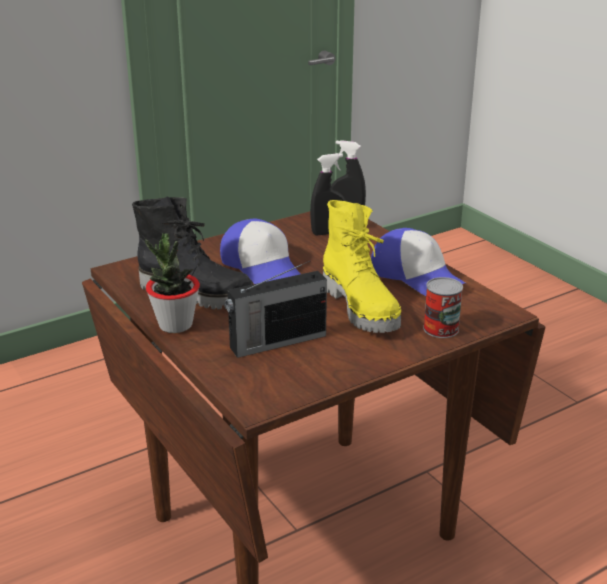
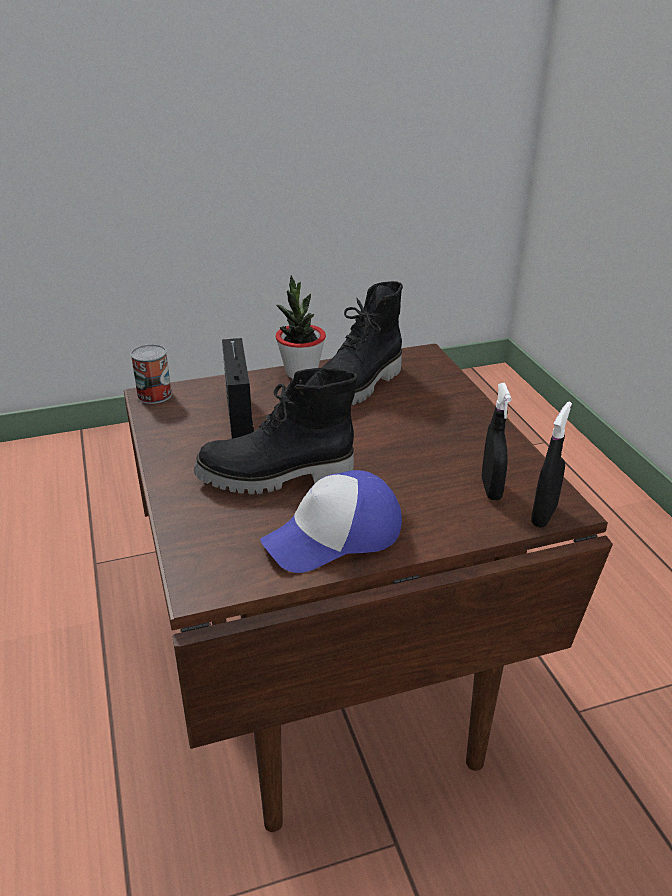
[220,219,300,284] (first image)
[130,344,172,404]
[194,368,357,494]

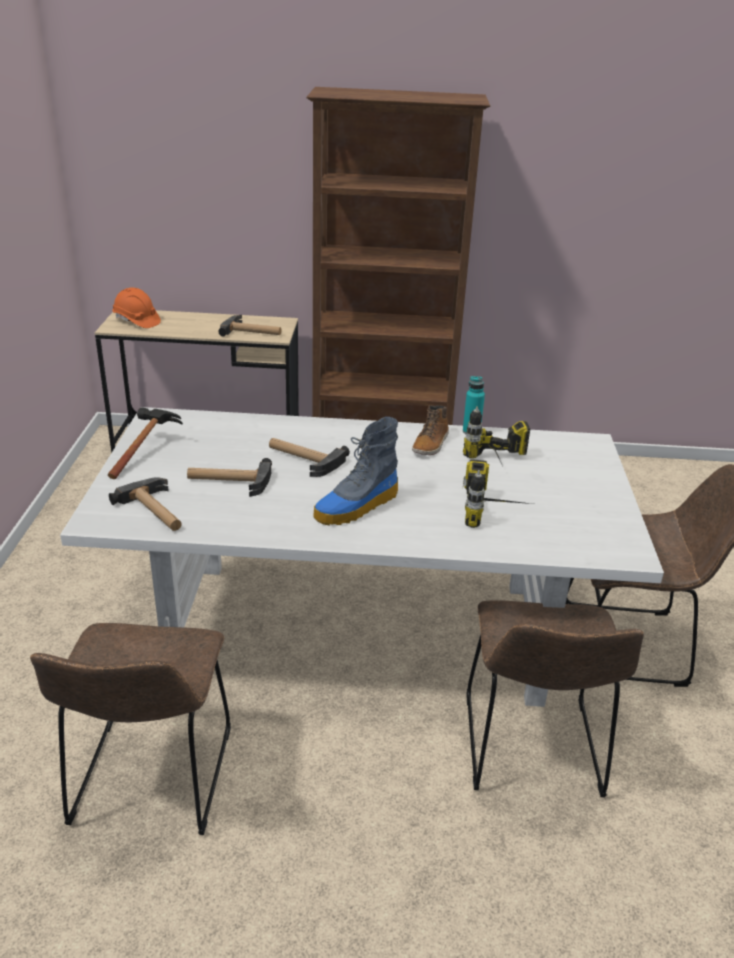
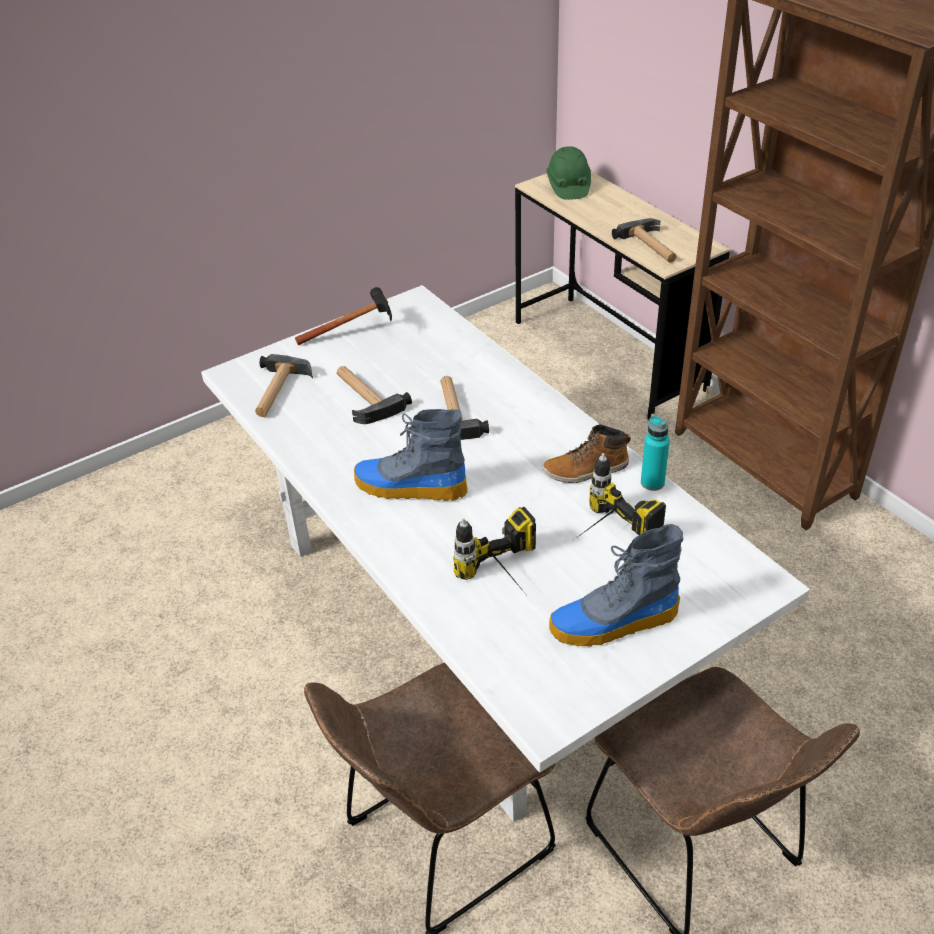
[30,623,231,835] (first image)
[549,524,683,647]
[546,146,591,200]

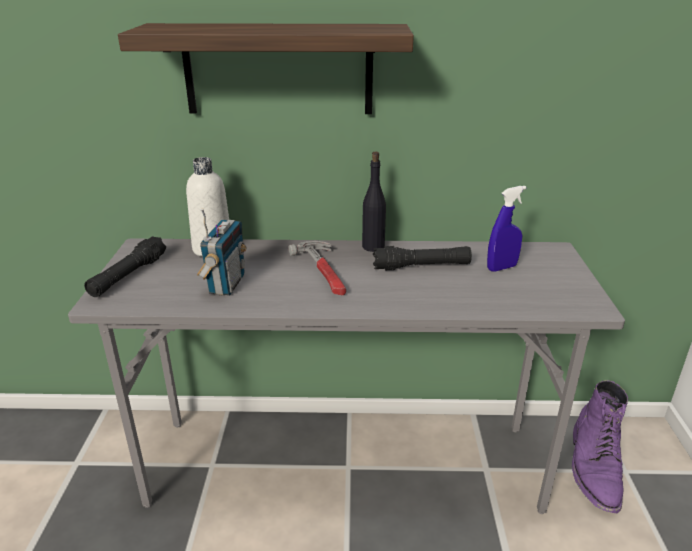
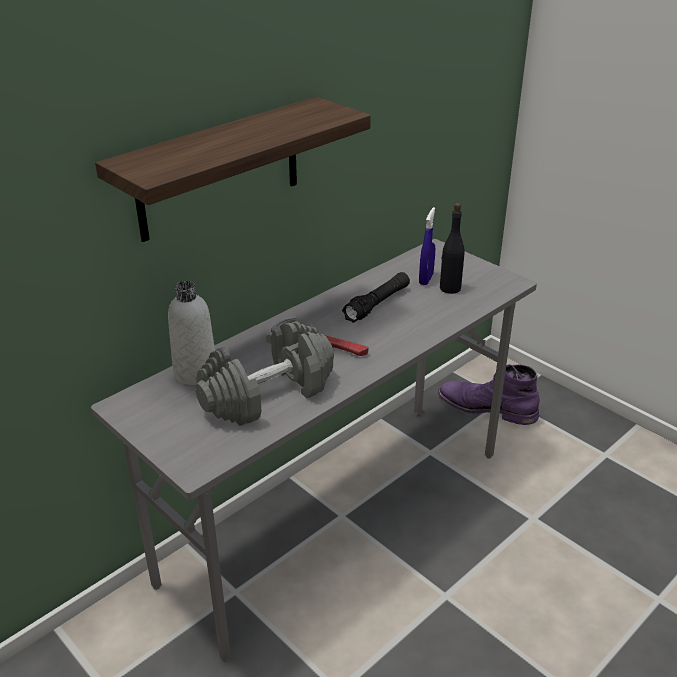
[84,236,166,297] (first image)
[440,203,465,294]
[195,321,334,426]
[438,364,540,425]

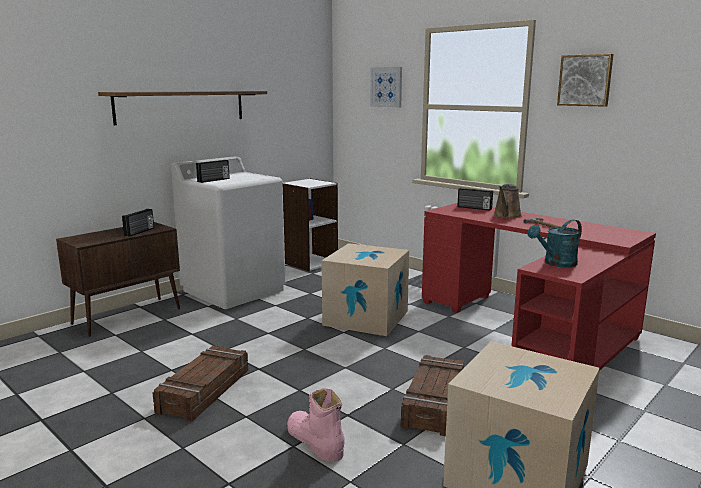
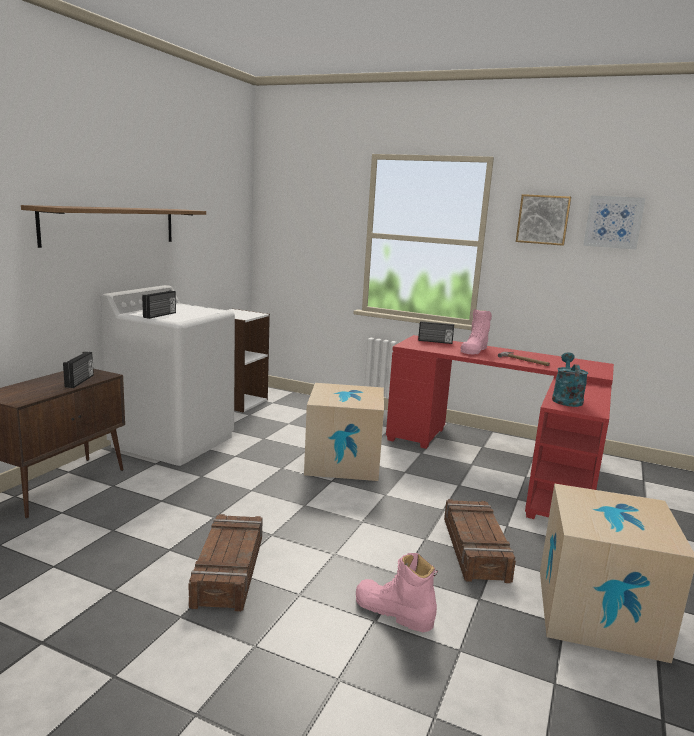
[583,195,646,250]
[461,309,492,355]
[552,352,588,407]

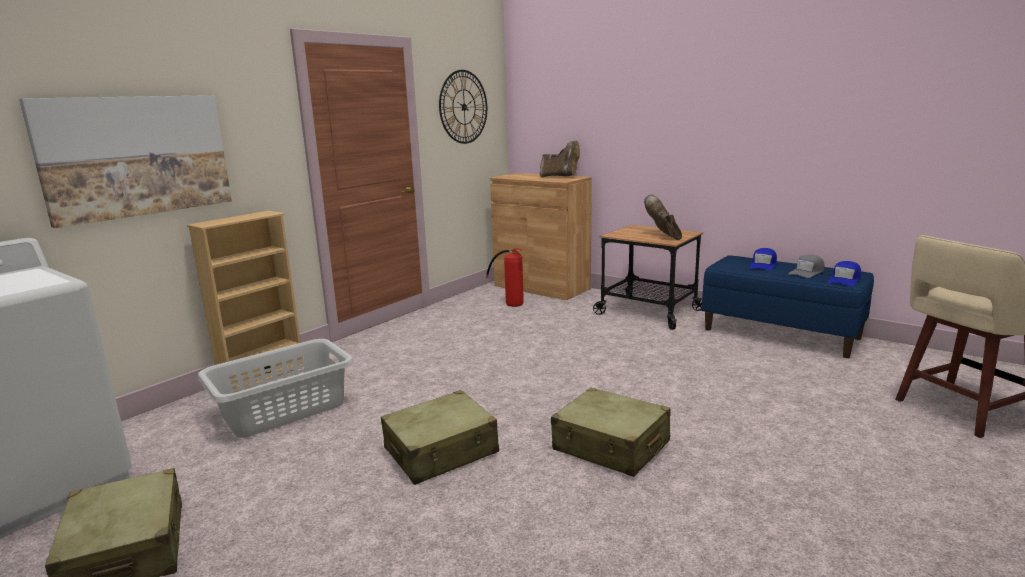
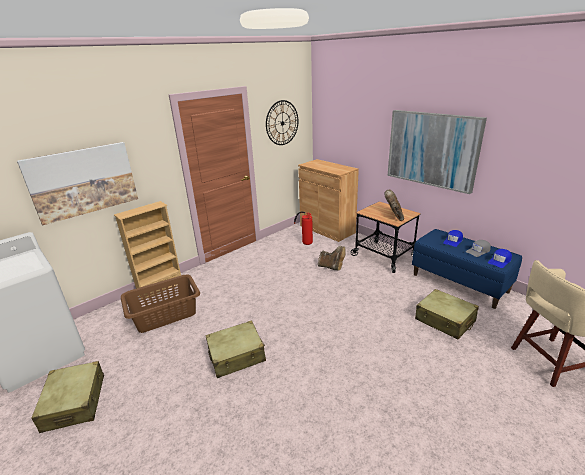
[388,110,487,194]
[318,246,346,271]
[415,289,479,339]
[121,275,200,333]

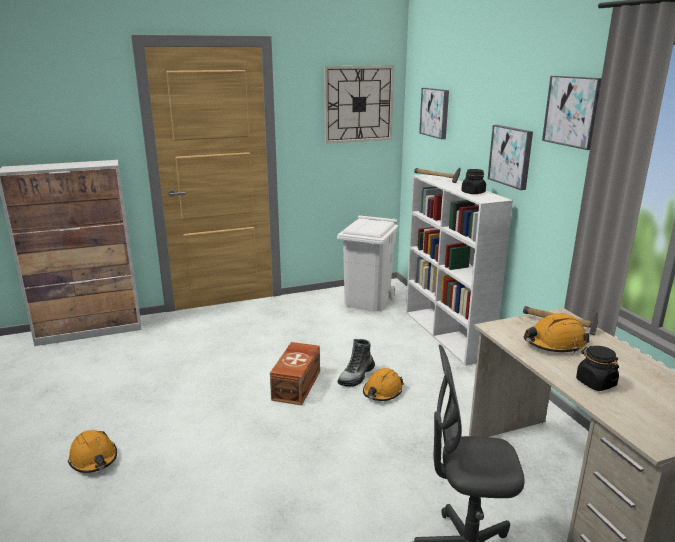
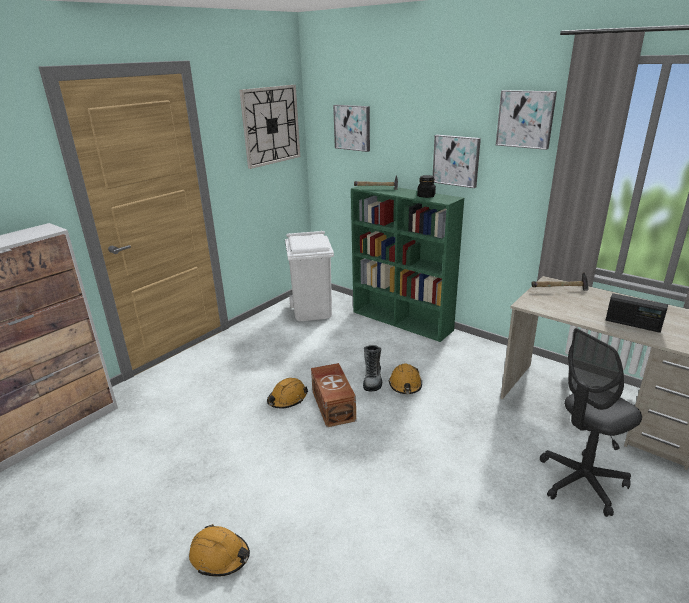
[267,378,308,408]
[606,293,668,333]
[351,186,464,342]

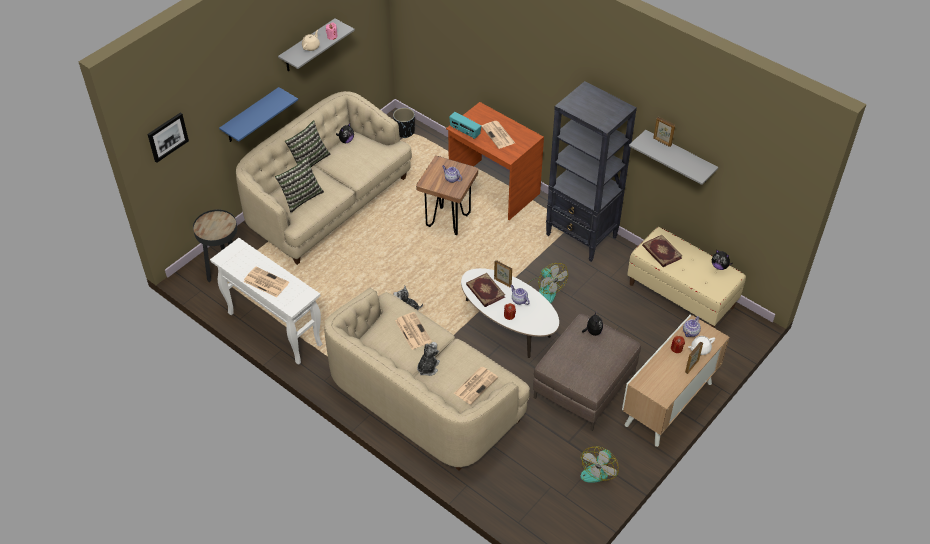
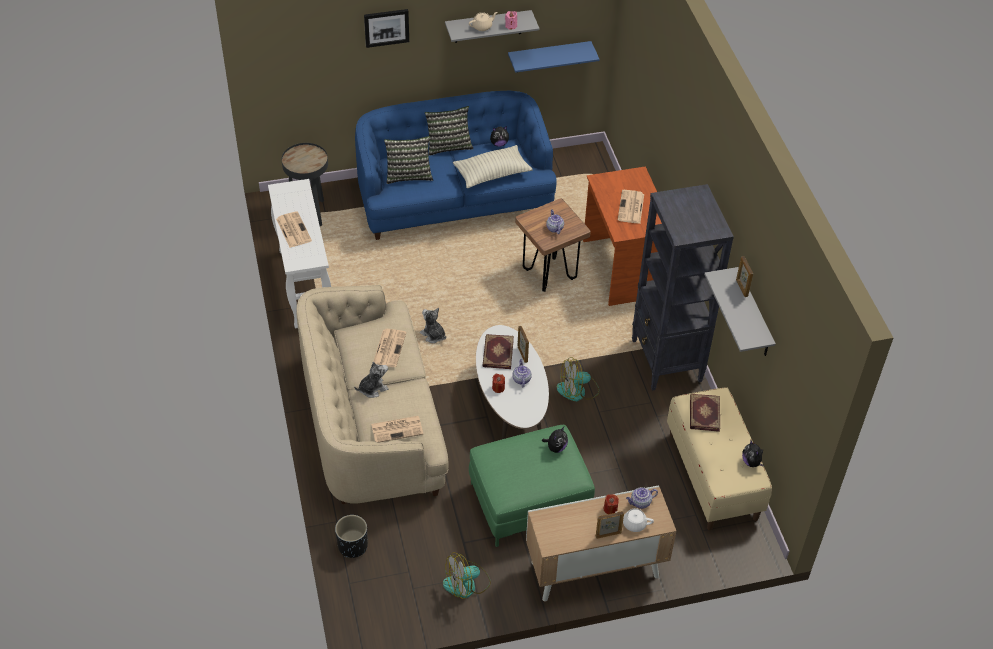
[449,112,481,139] (first image)
[453,145,533,188]
[364,9,409,48]
[508,41,600,73]
[335,515,368,558]
[355,91,557,240]
[469,425,595,547]
[557,357,600,401]

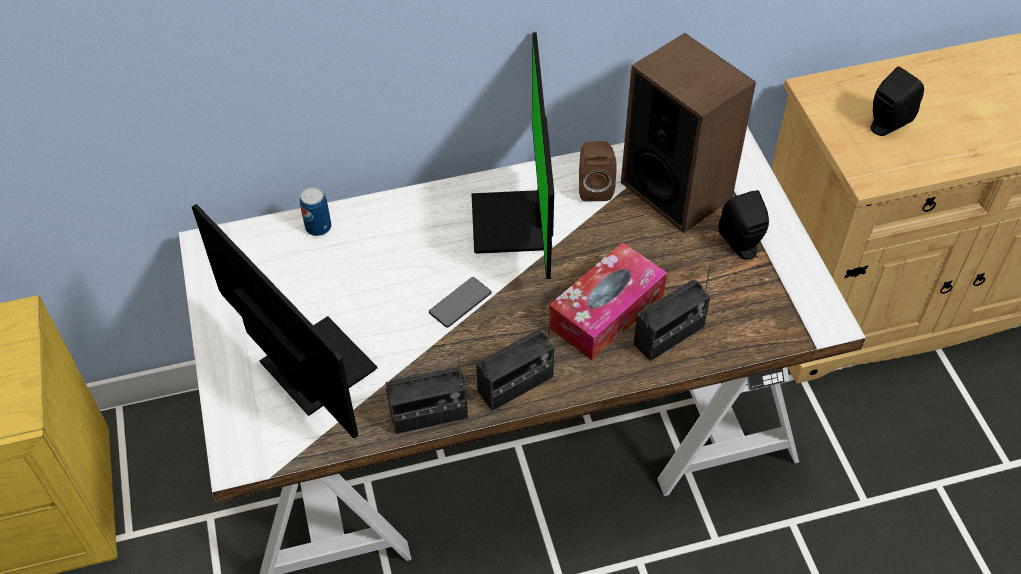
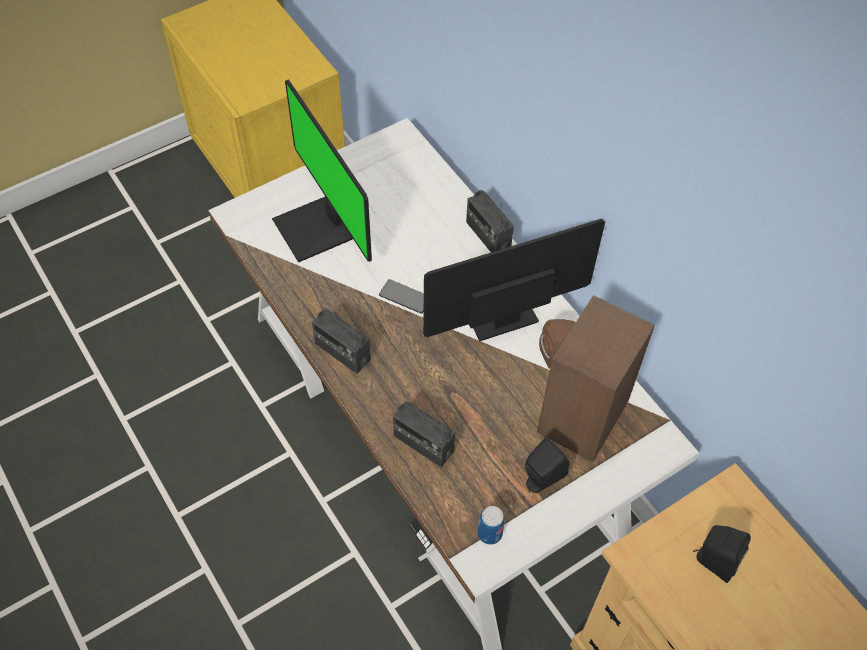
[549,242,667,360] (first image)
[478,506,505,545]
[466,190,514,252]
[272,79,372,262]

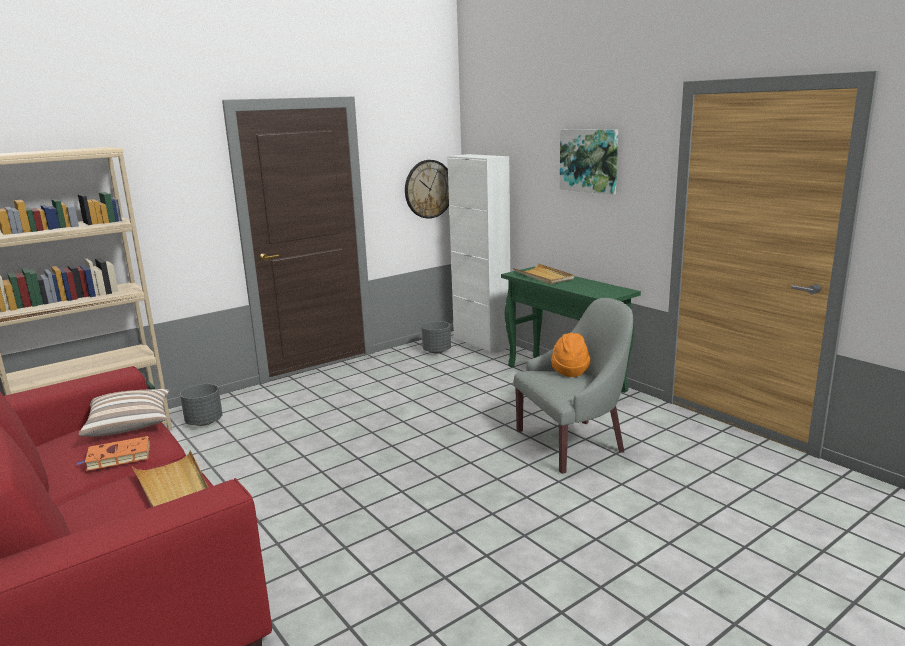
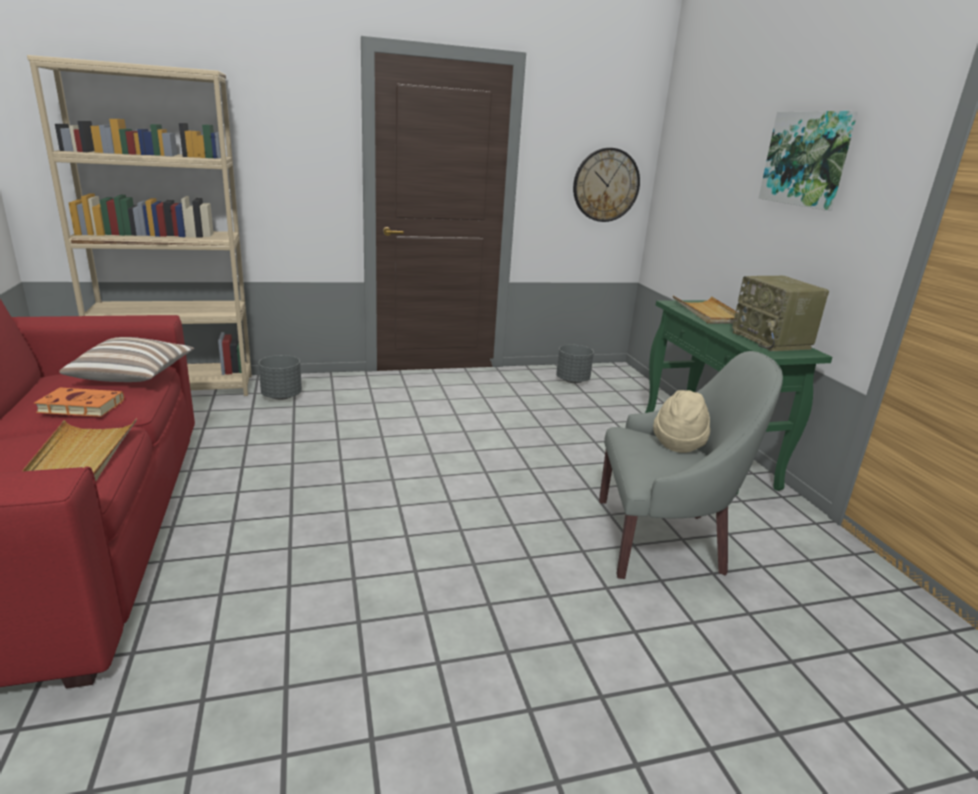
[447,154,510,353] (first image)
[732,276,829,351]
[653,390,710,453]

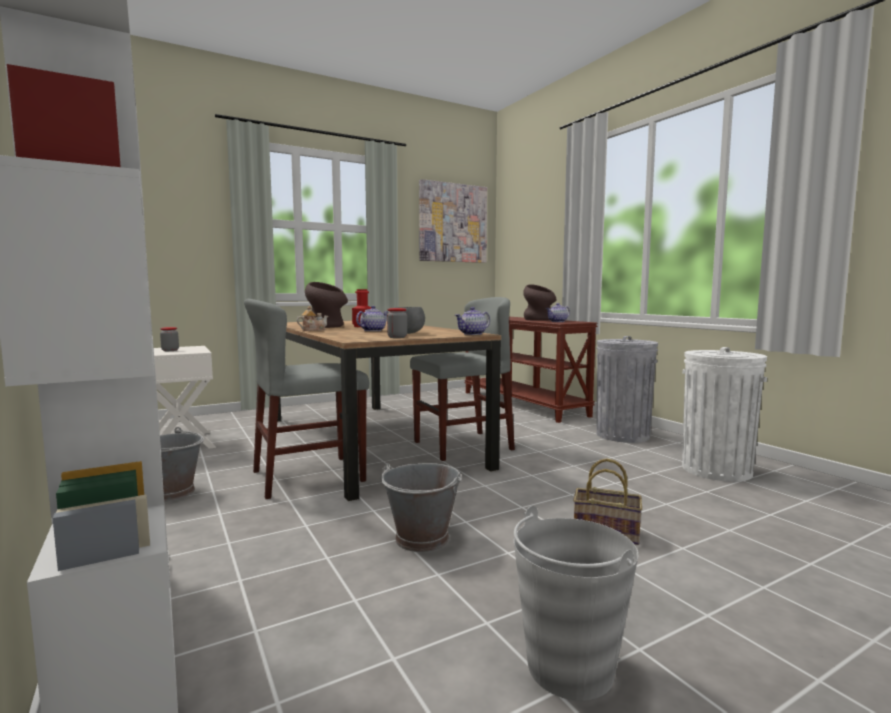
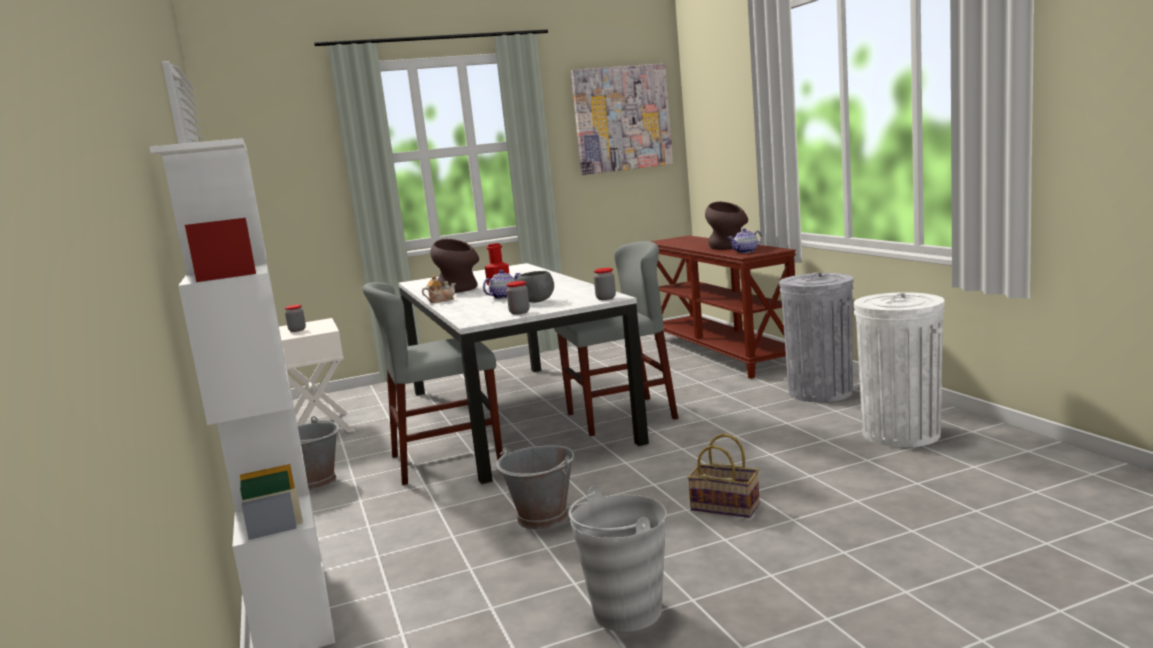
[594,268,616,300]
[398,263,649,484]

